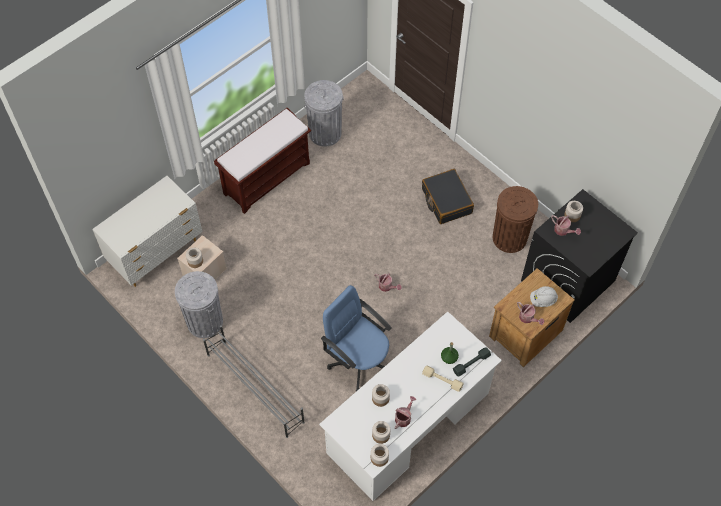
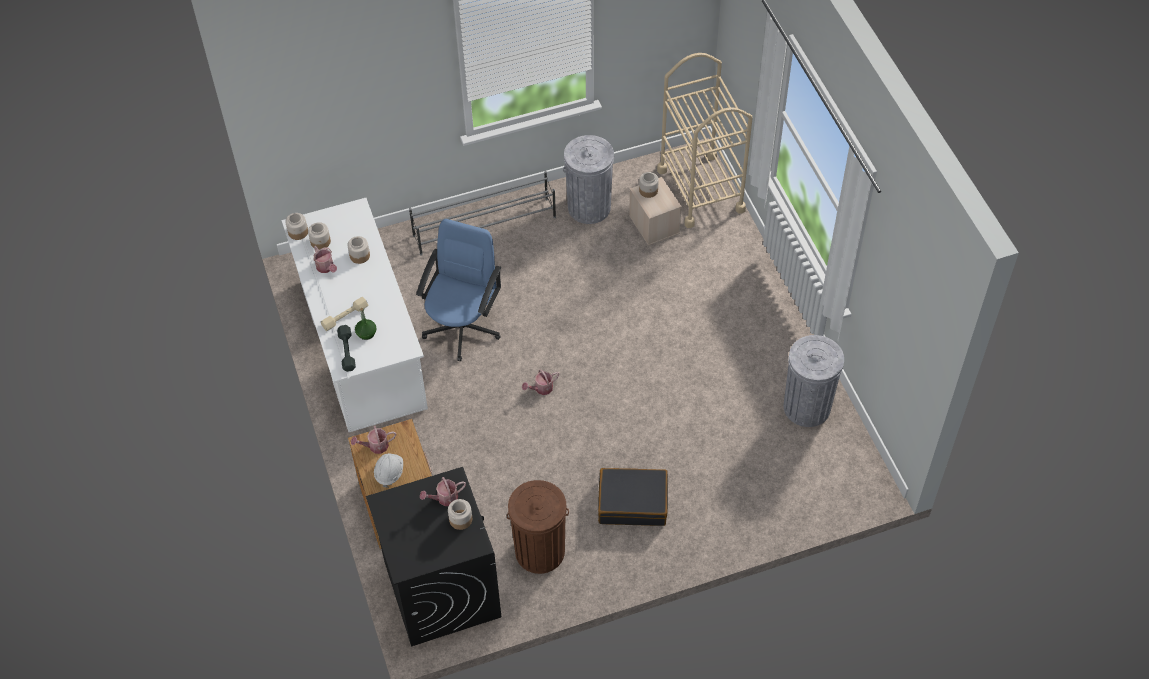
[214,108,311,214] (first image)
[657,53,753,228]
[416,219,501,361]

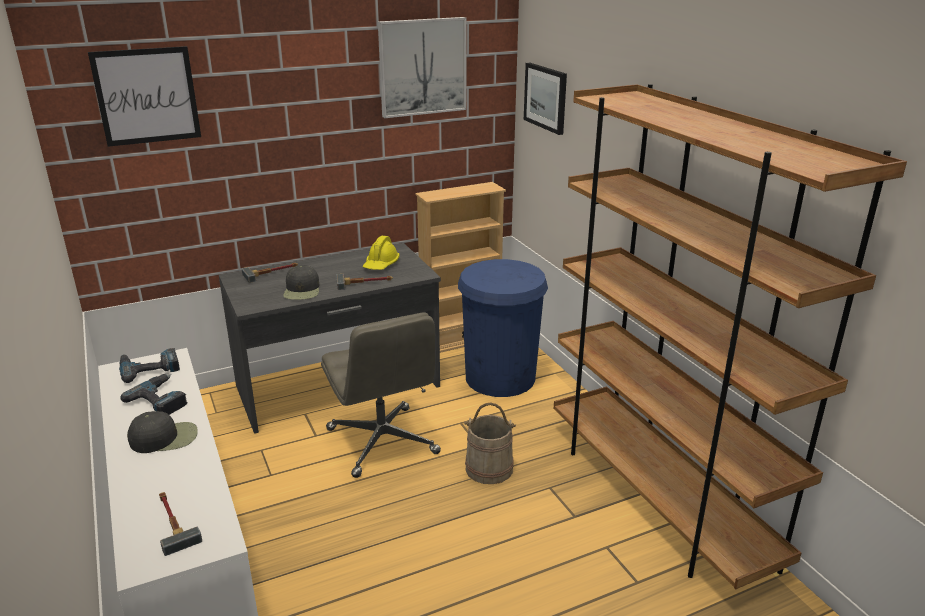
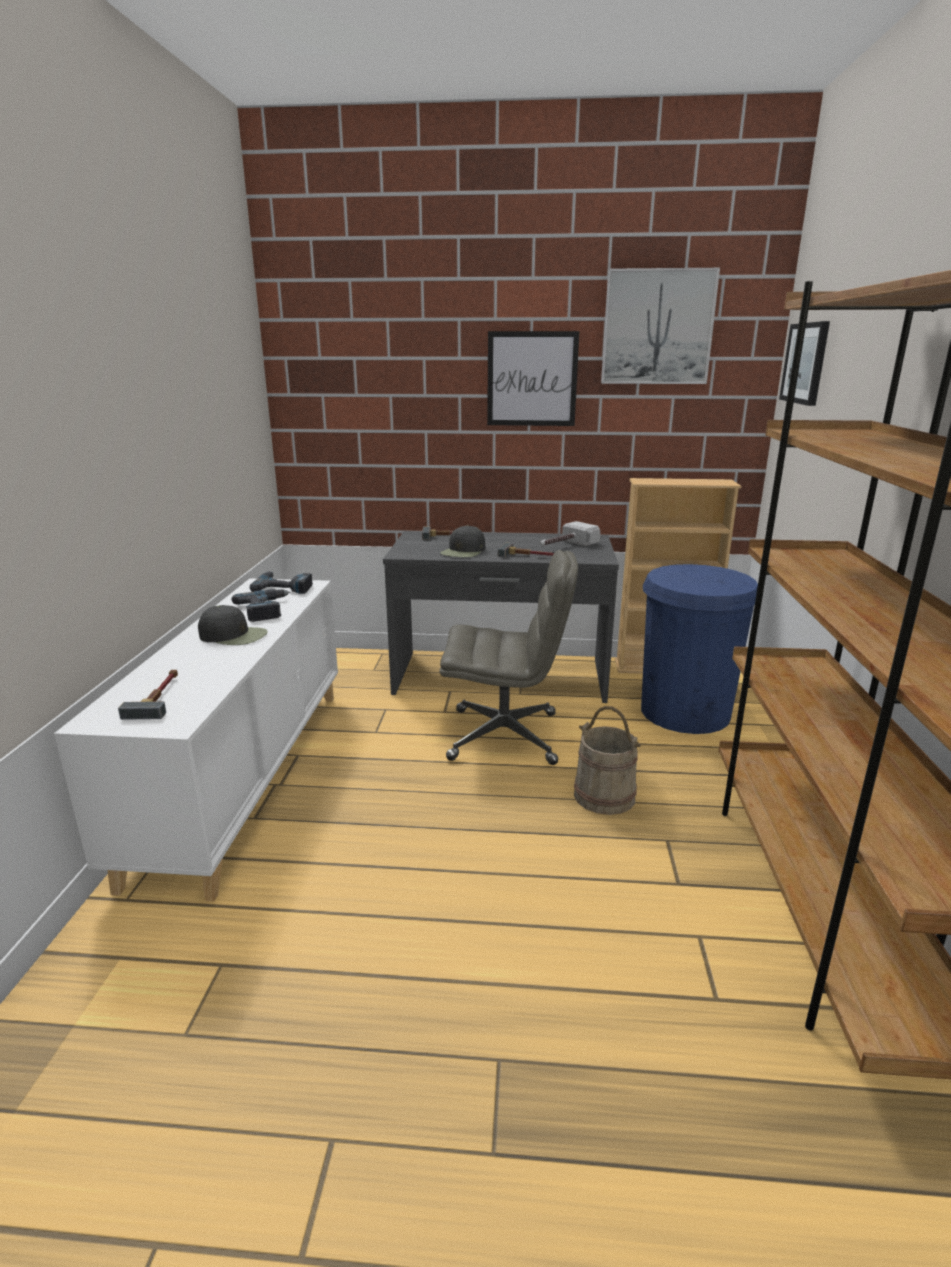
[487,331,579,426]
[539,521,600,546]
[440,550,578,765]

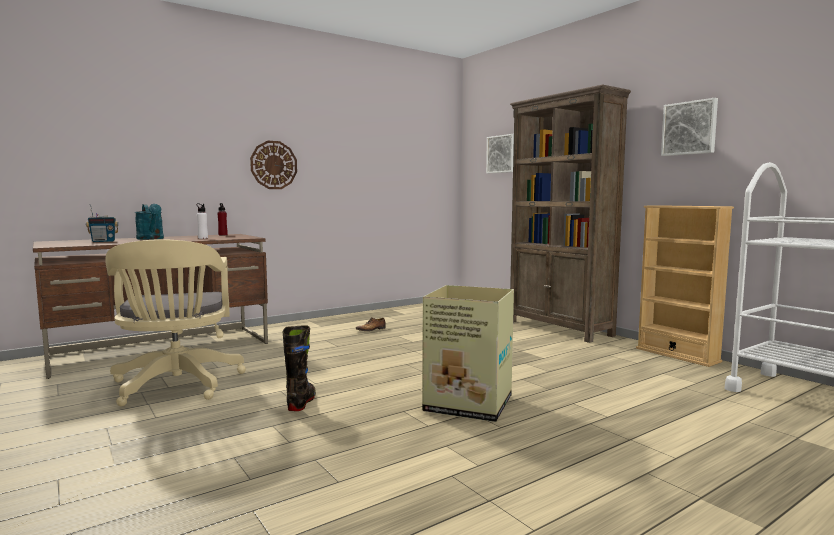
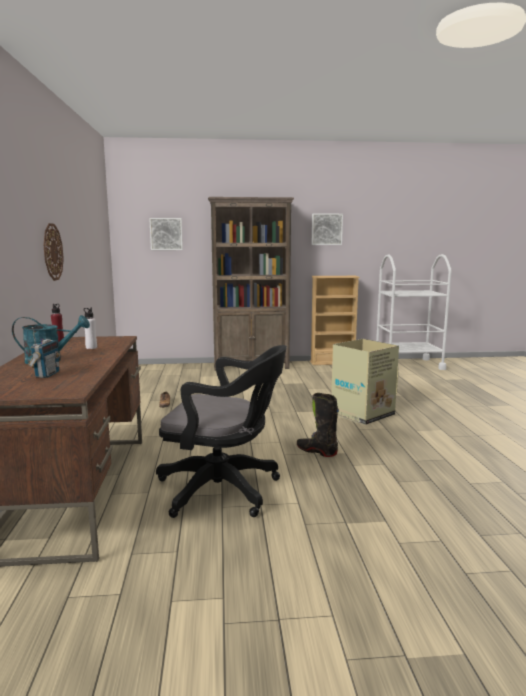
[156,345,287,518]

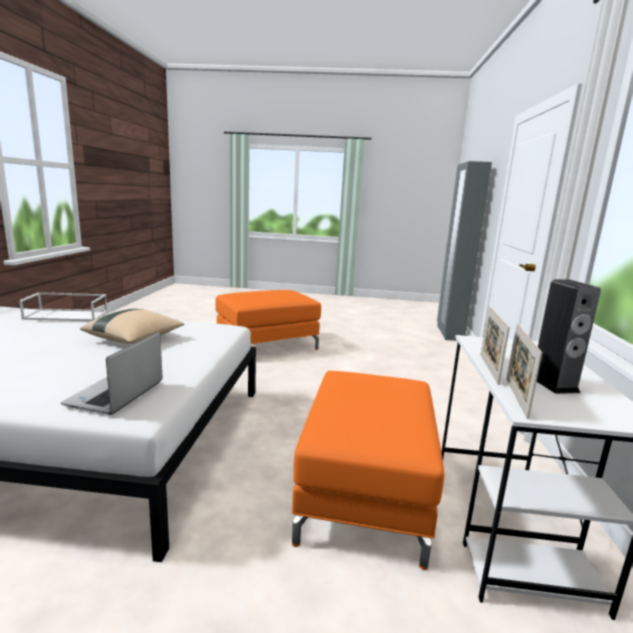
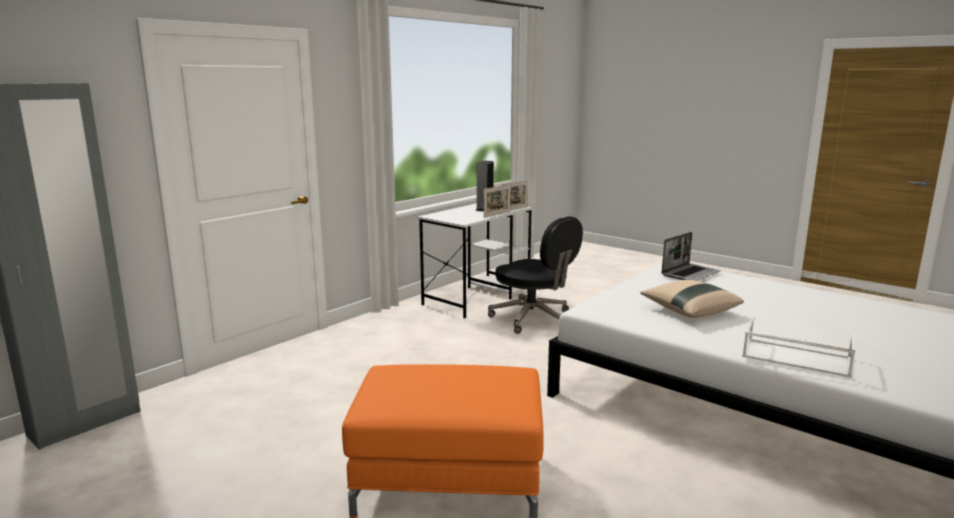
[488,216,583,334]

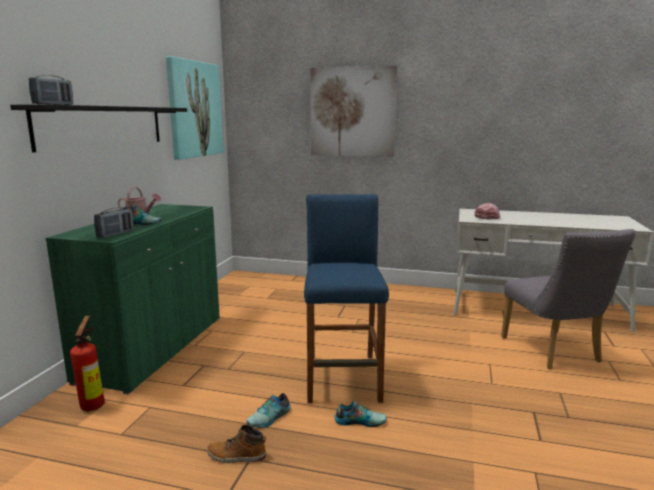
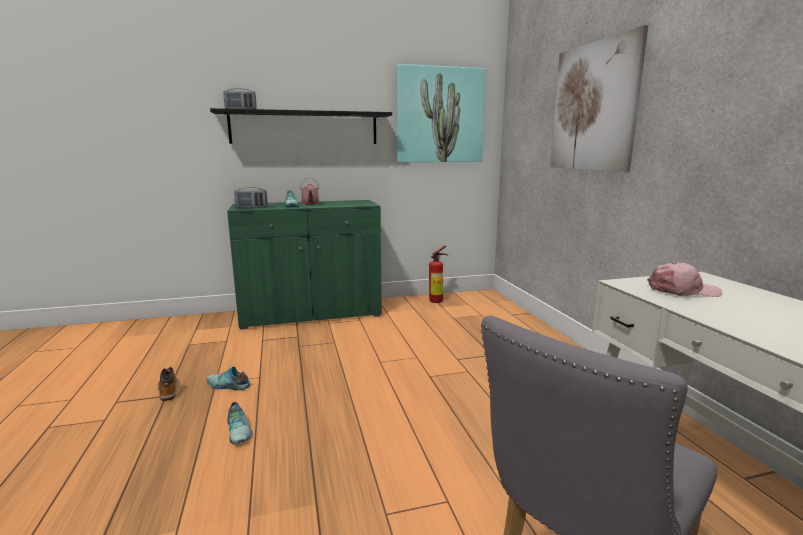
[304,194,389,404] (first image)
[429,246,448,303]

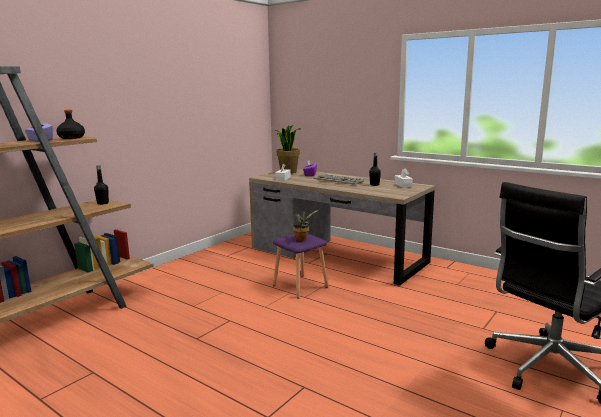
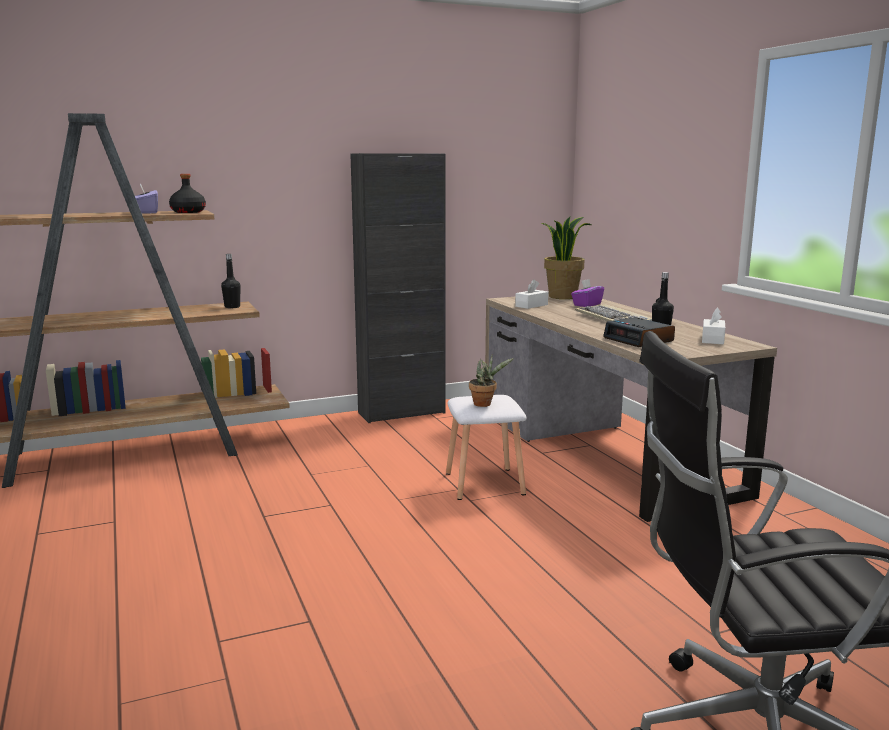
[350,153,446,423]
[603,317,675,347]
[446,395,527,500]

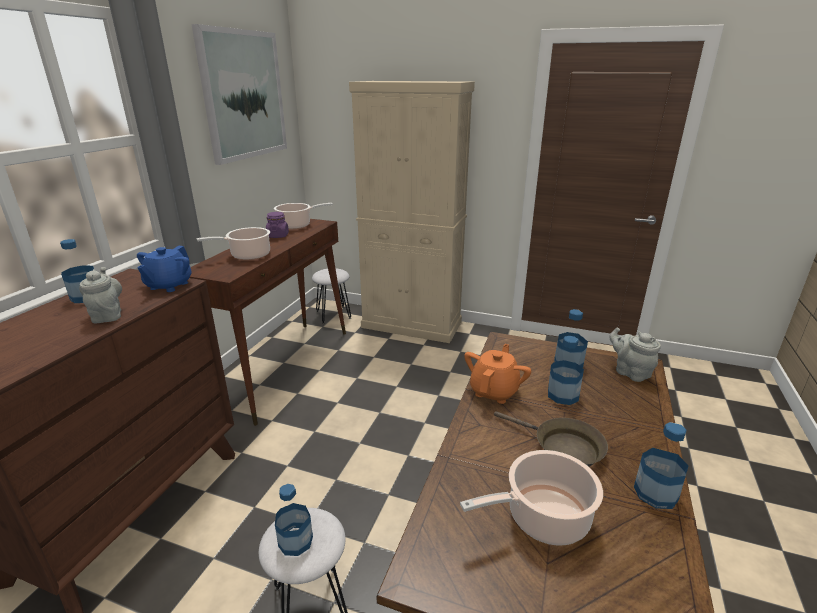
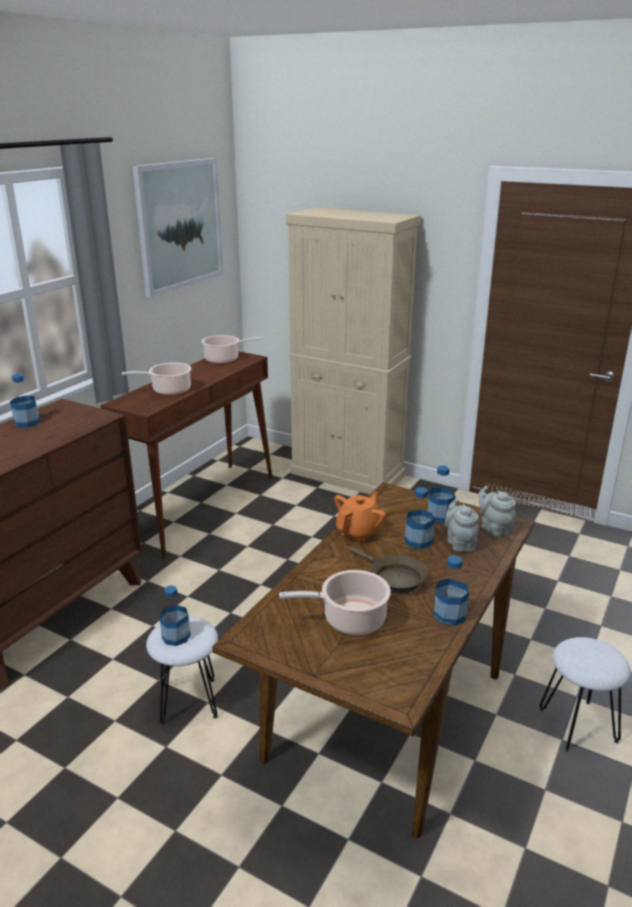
[137,246,192,292] (first image)
[266,212,289,238] (first image)
[444,498,479,552]
[539,637,631,752]

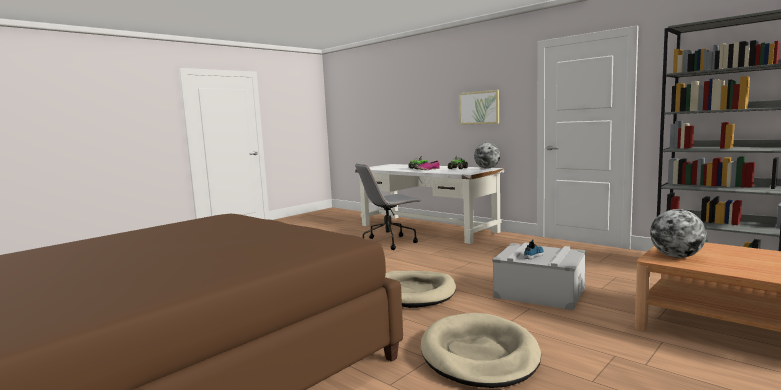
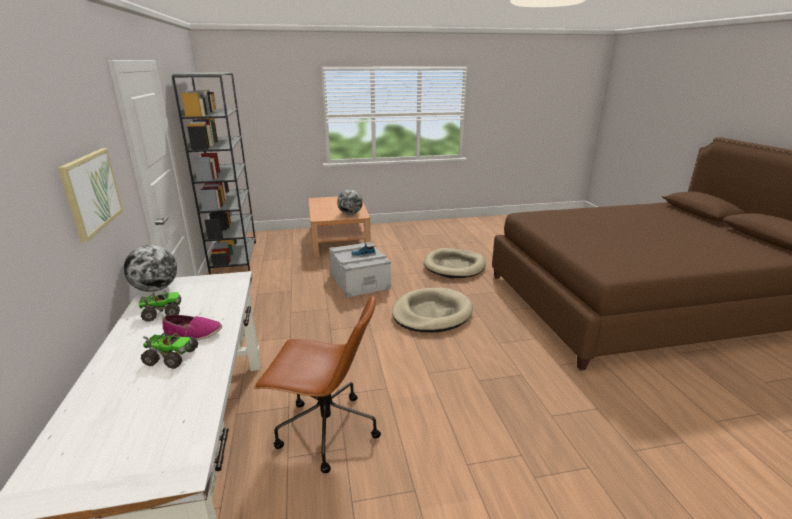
[254,294,381,473]

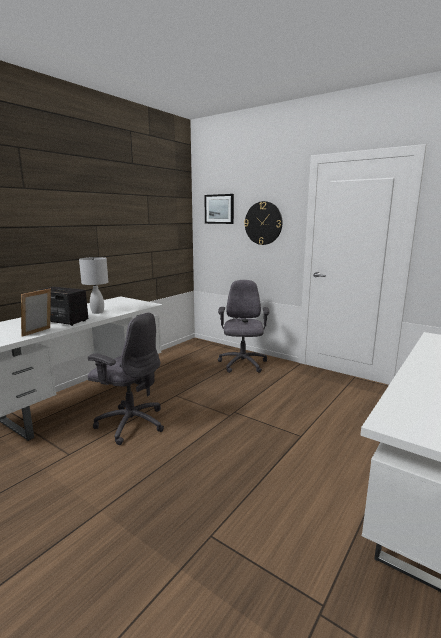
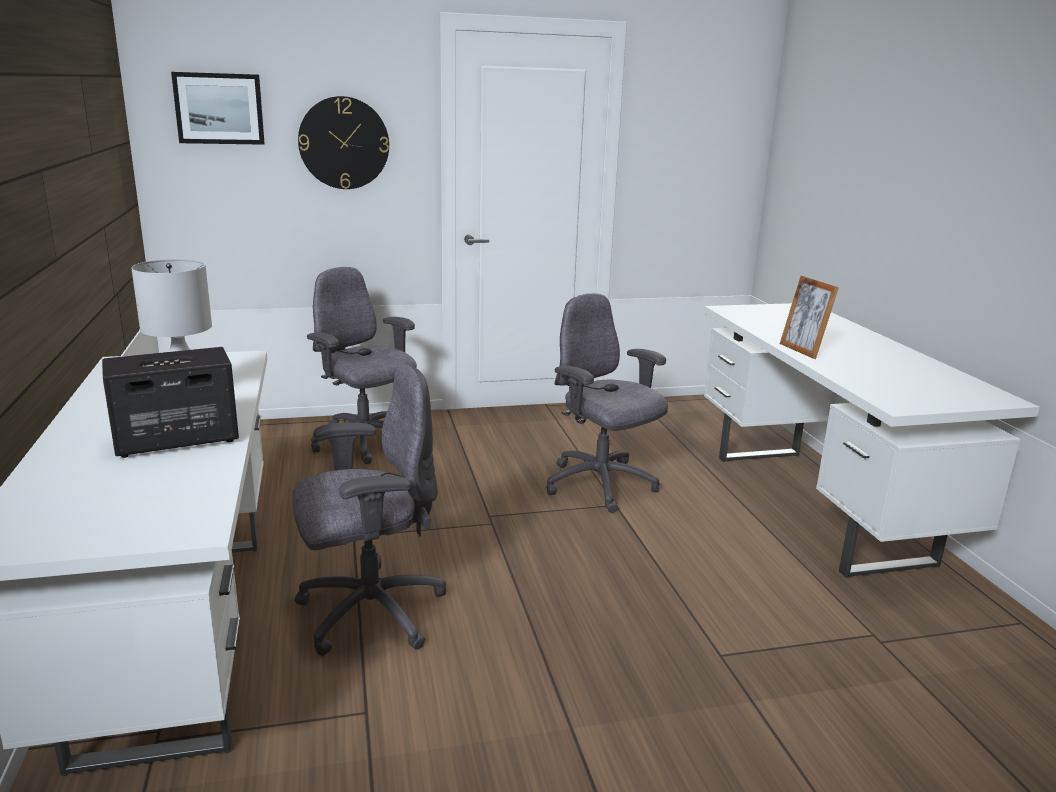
[546,293,668,513]
[780,276,839,359]

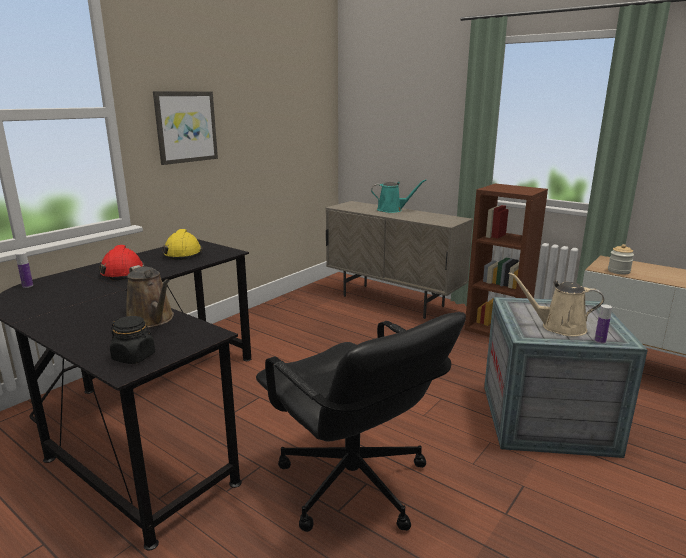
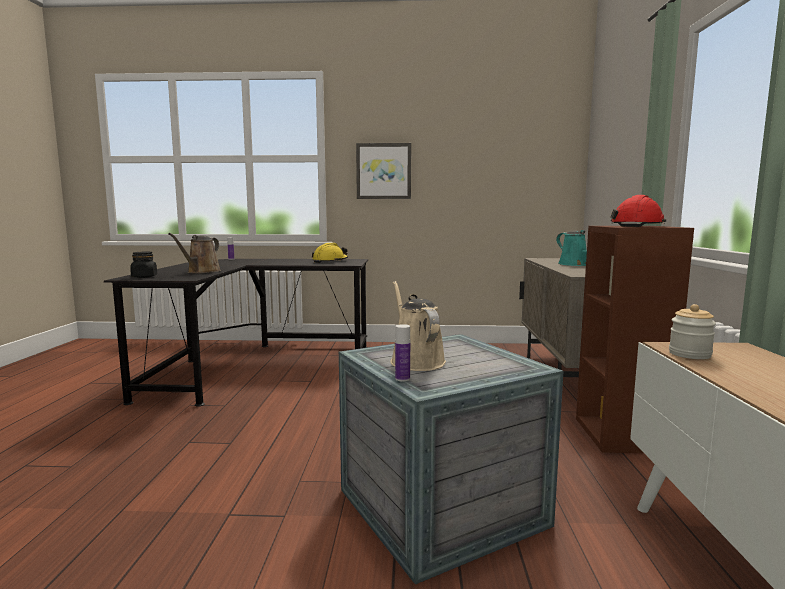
[256,312,466,532] (first image)
[610,195,666,227]

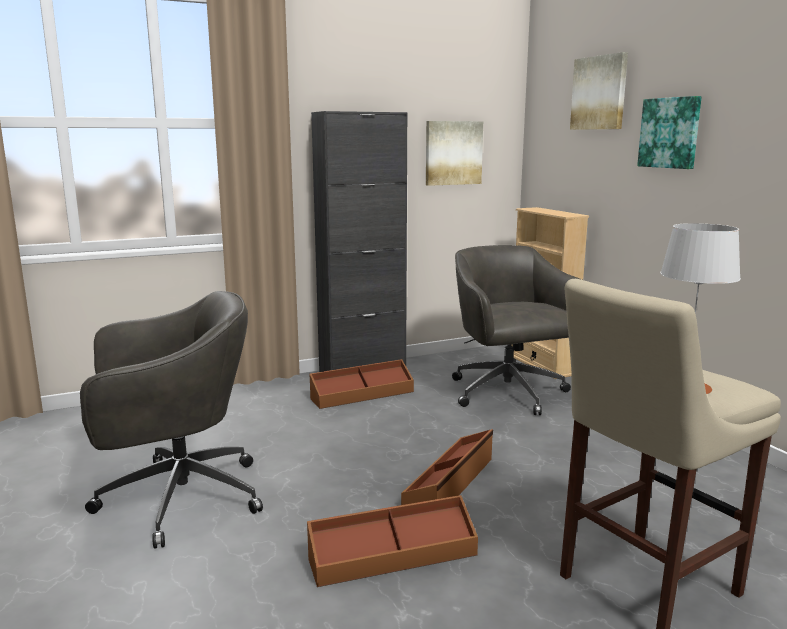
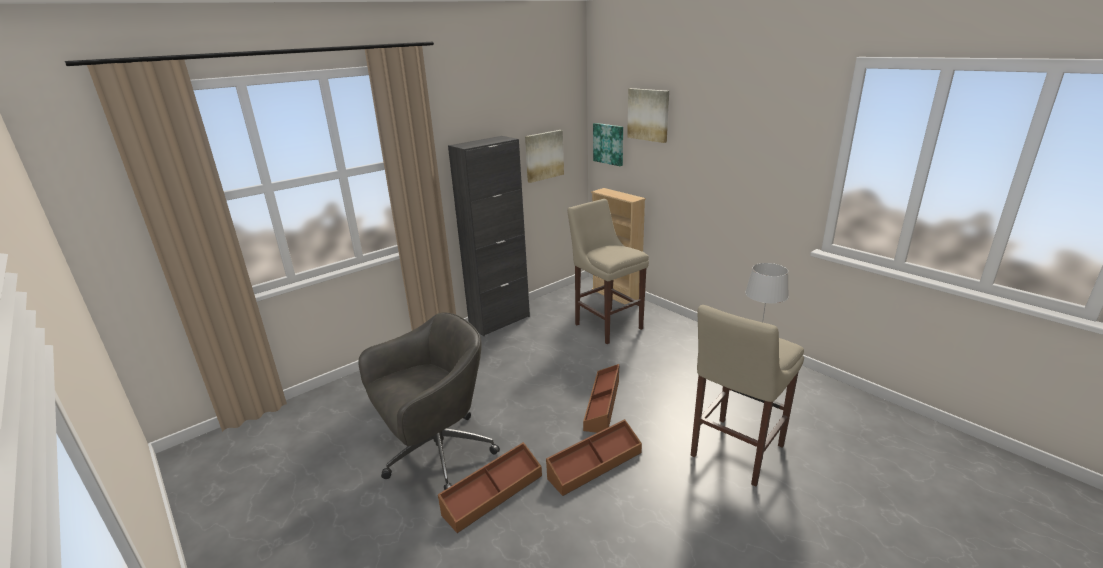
[438,442,542,533]
[593,123,623,166]
[567,199,649,344]

